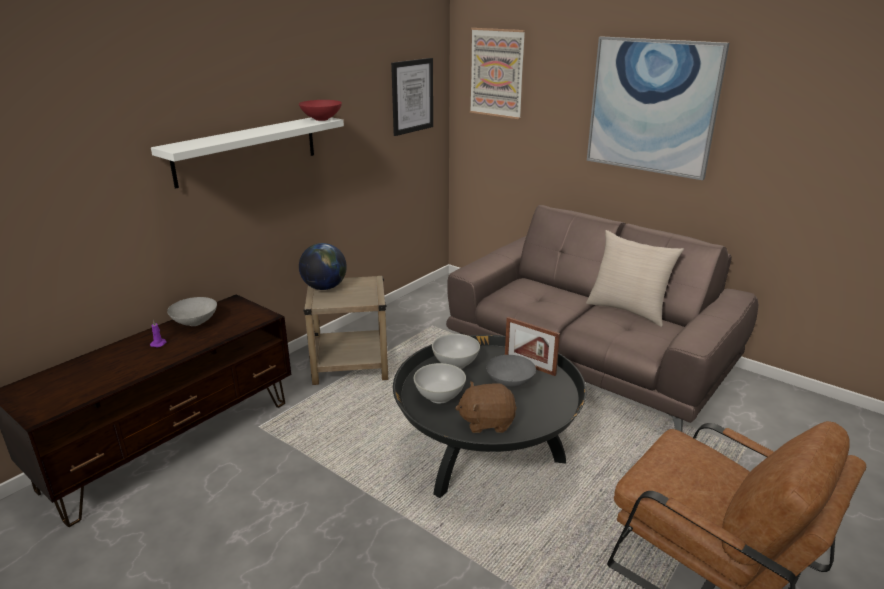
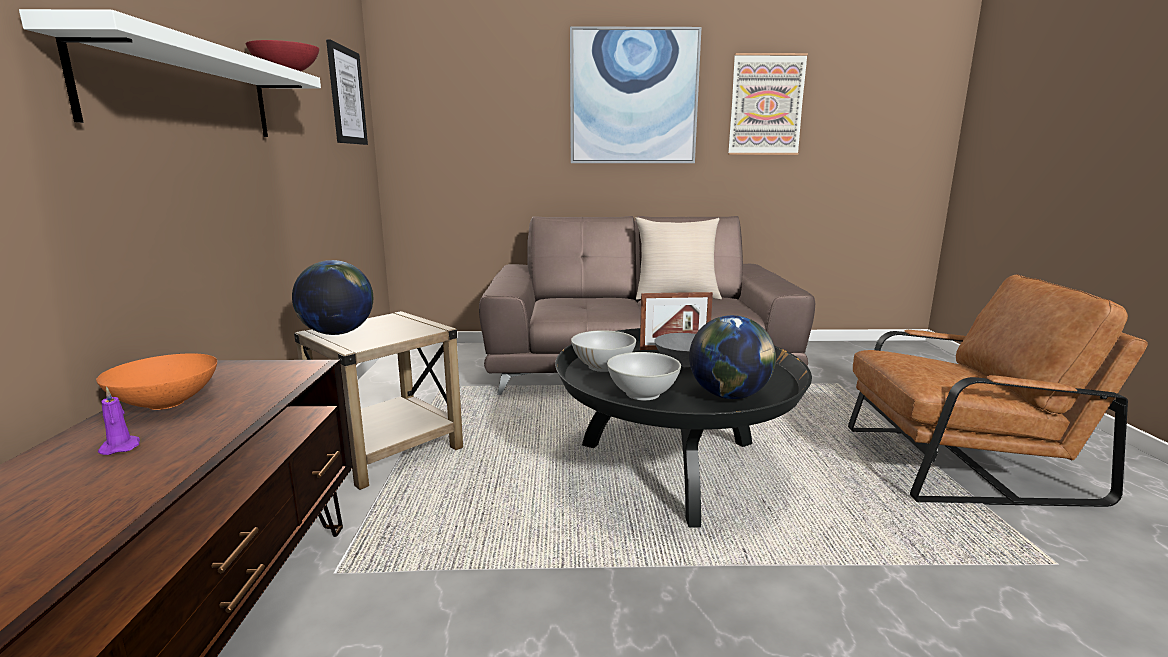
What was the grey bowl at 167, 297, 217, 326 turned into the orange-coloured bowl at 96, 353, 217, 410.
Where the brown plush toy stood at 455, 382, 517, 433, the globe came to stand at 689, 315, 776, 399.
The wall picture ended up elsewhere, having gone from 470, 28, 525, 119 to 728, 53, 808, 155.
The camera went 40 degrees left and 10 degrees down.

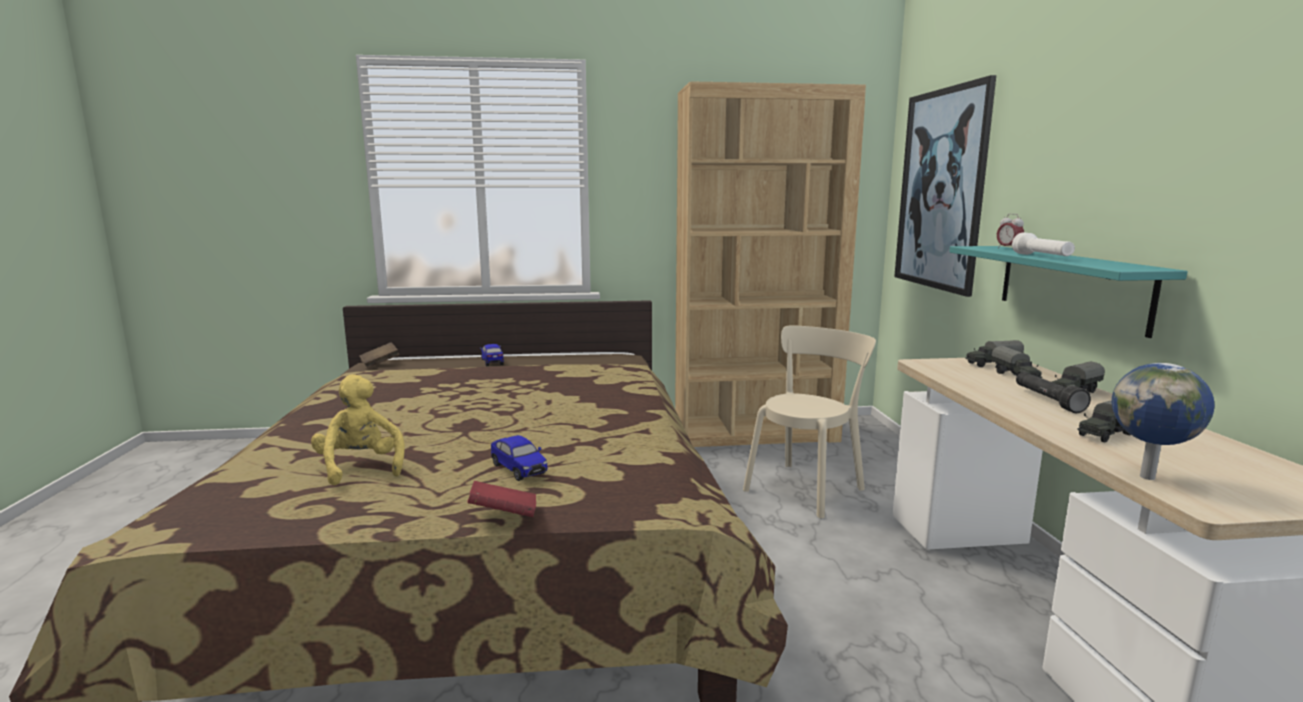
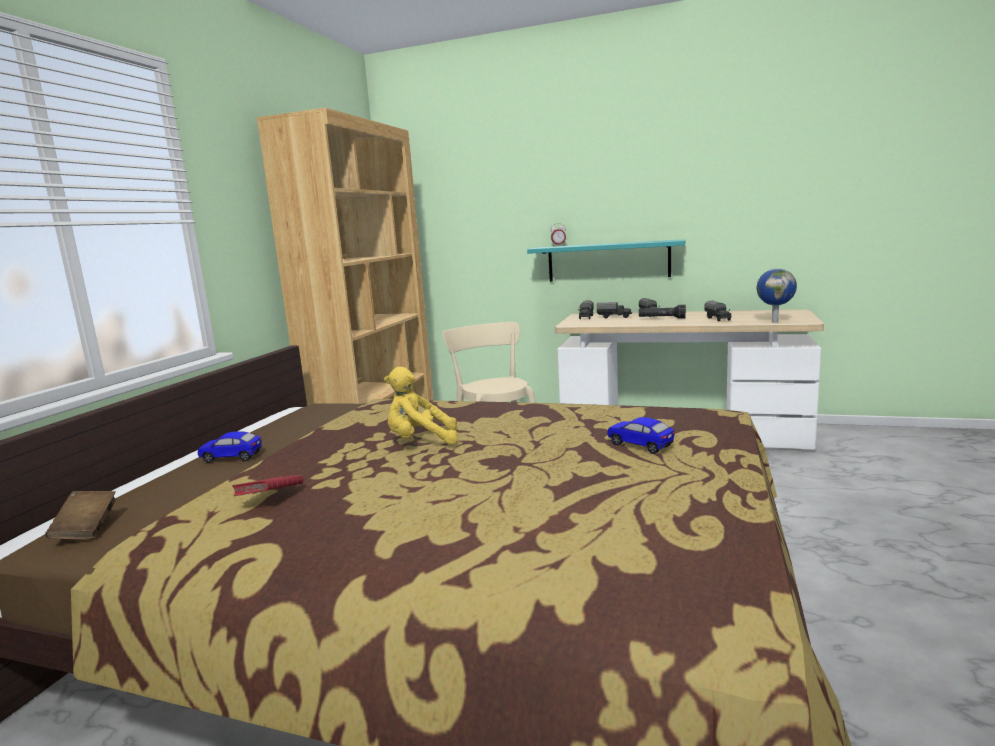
The red volume ended up elsewhere, having gone from 467, 481, 536, 517 to 232, 475, 303, 496.
The yellow-coloured plush toy ended up elsewhere, having gone from 311, 374, 405, 485 to 384, 367, 457, 445.
The miniature car at 491, 435, 548, 481 ended up facing another way, 120 degrees counterclockwise from before.
The second view lost the wall picture at 894, 75, 996, 297.
The second view lost the white-coloured flashlight at 1012, 232, 1075, 256.
The camera went 65 degrees left and 0 degrees up.

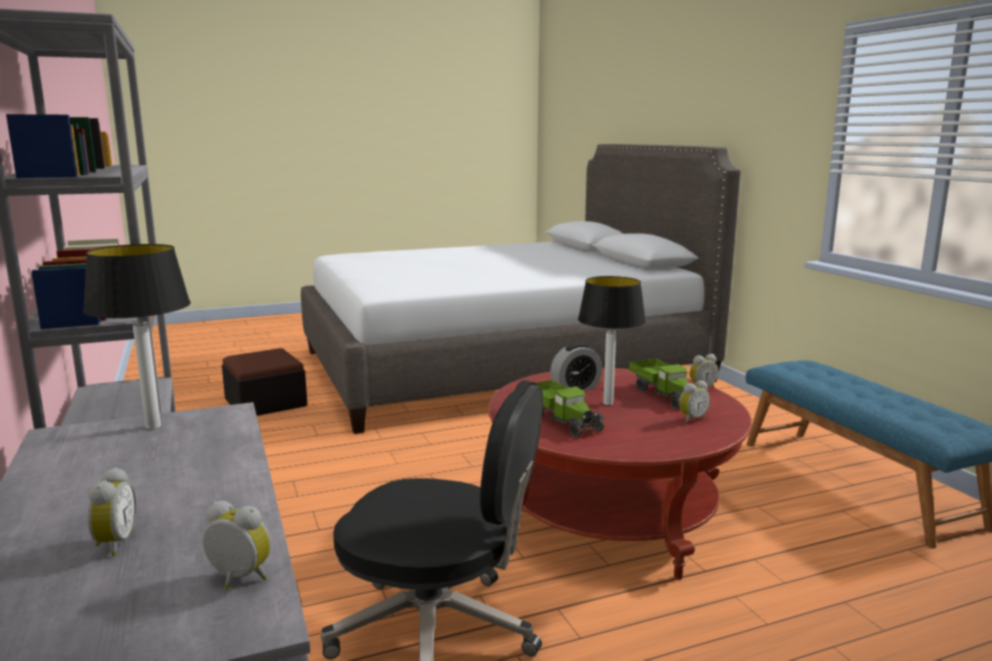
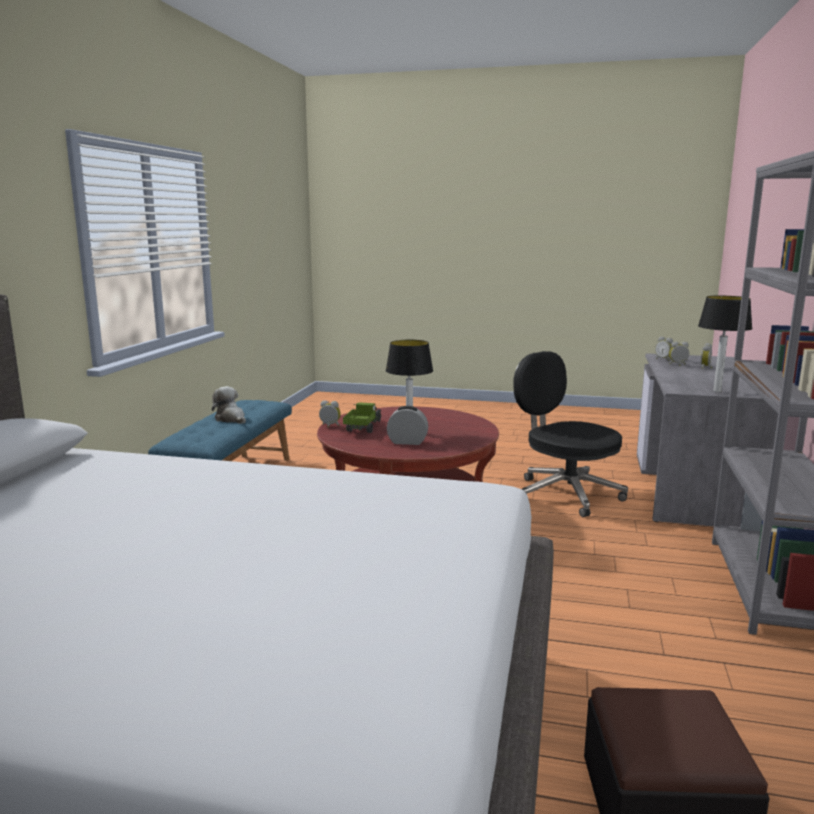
The second view gained the plush toy at 212, 386, 246, 424.
The alarm clock ended up elsewhere, having gone from 679, 380, 710, 423 to 669, 342, 689, 366.
The second view lost the model truck at 536, 380, 604, 438.
The camera went 145 degrees left and 0 degrees up.

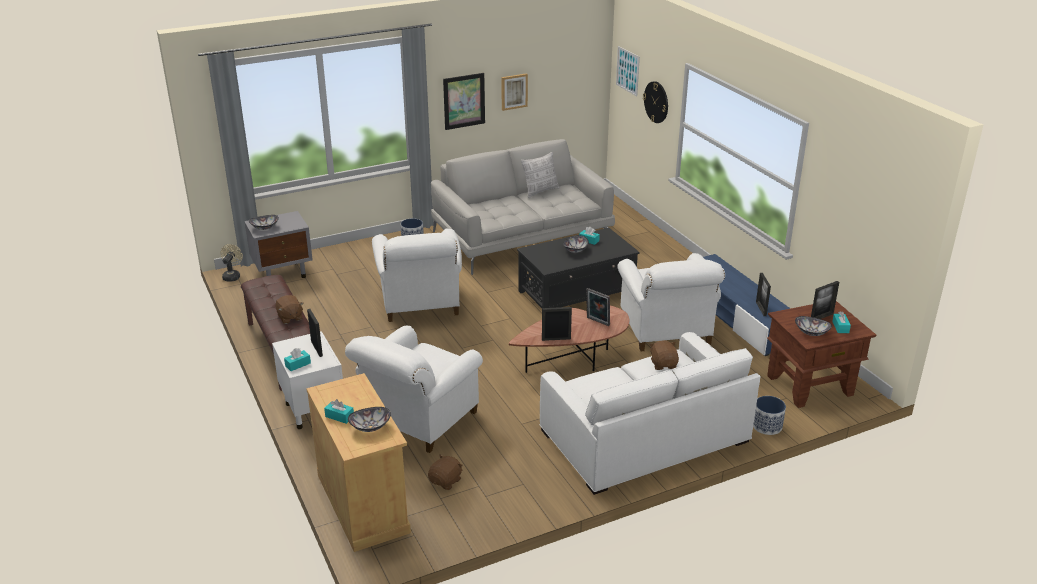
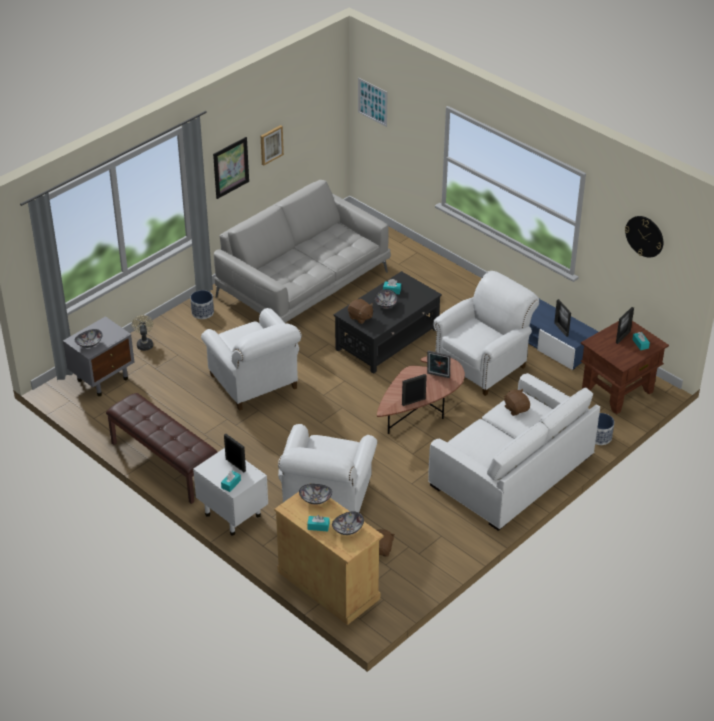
The sand-coloured cooling fan ended up elsewhere, having gone from 221, 244, 243, 282 to 132, 315, 153, 351.
The bowl ended up elsewhere, having gone from 795, 316, 832, 336 to 299, 484, 332, 505.
The brown plush toy ended up elsewhere, having gone from 276, 295, 303, 324 to 348, 299, 373, 324.
The white-coloured armchair at 617, 253, 725, 351 ended up facing another way, 105 degrees counterclockwise from before.
The wall clock ended up elsewhere, having gone from 643, 81, 668, 123 to 625, 216, 663, 258.
The second view lost the throw pillow at 521, 152, 560, 198.
The camera went 20 degrees left and 10 degrees up.

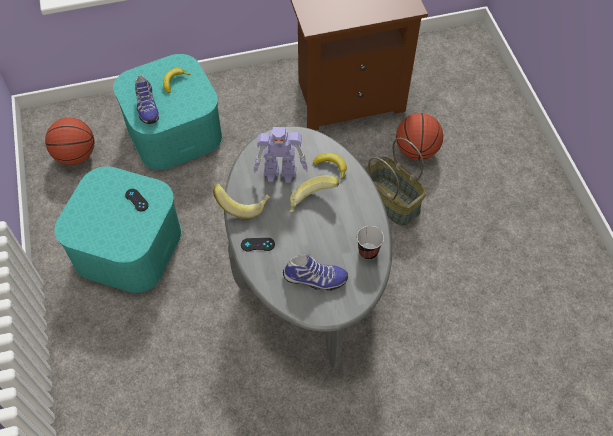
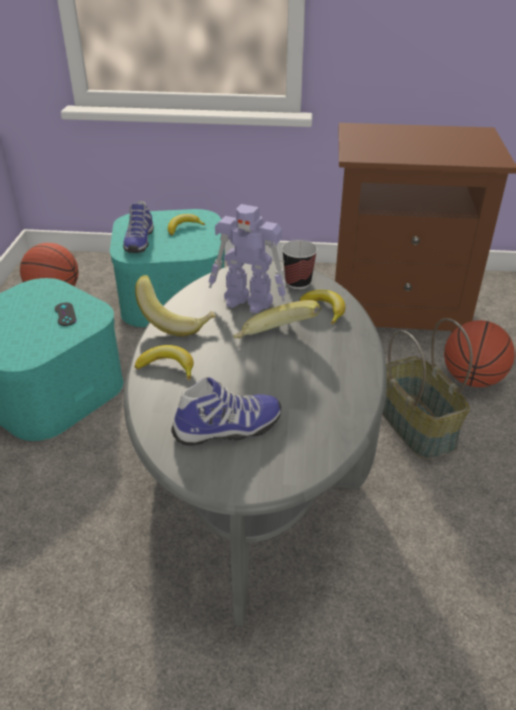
Where the black-coloured game controller stood at 241, 238, 275, 252, the banana came to stand at 135, 345, 194, 381.
The item of footwear at 283, 254, 348, 291 ended up facing another way, 45 degrees counterclockwise from before.
The drinking cup ended up elsewhere, having gone from 357, 226, 384, 260 to 282, 240, 318, 289.
The camera went 20 degrees right and 20 degrees down.

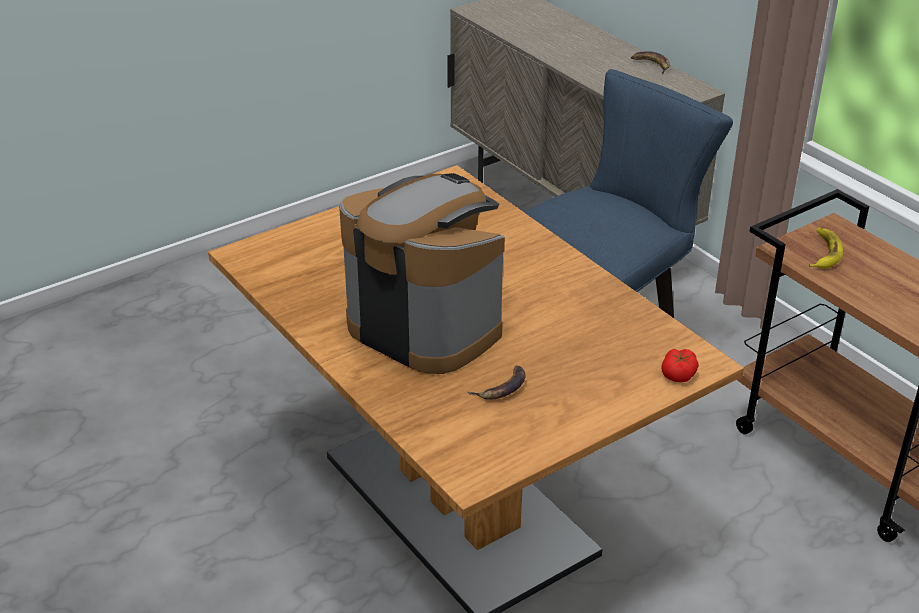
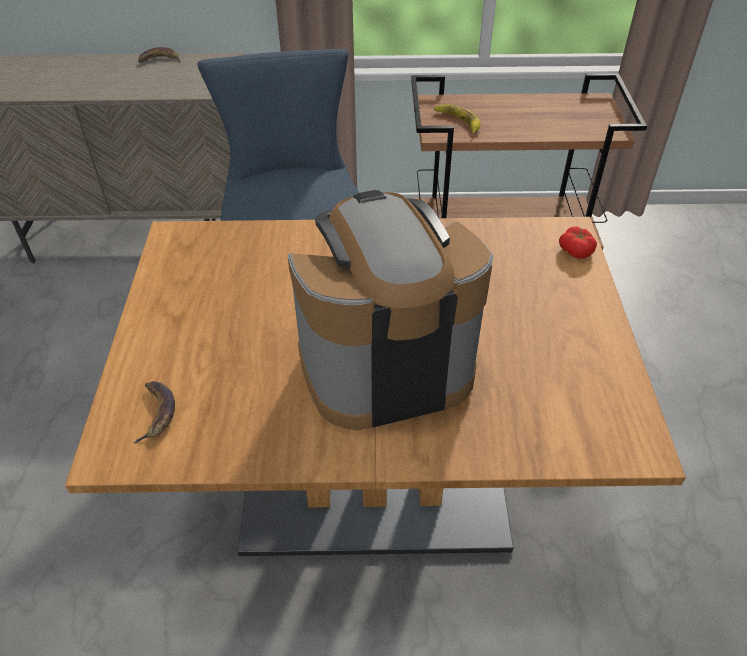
The banana ended up elsewhere, having gone from 468, 365, 526, 400 to 133, 381, 175, 443.
The camera went 55 degrees left and 10 degrees up.

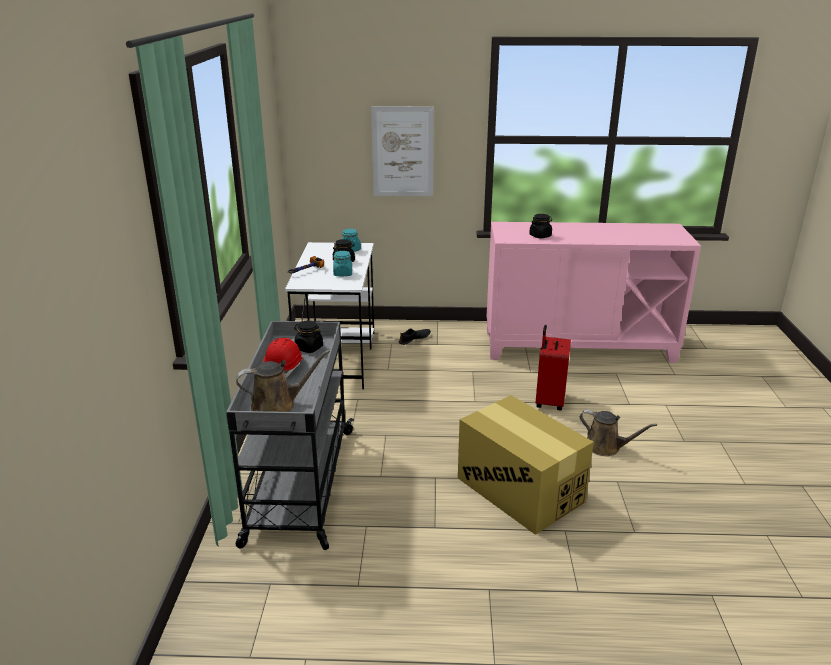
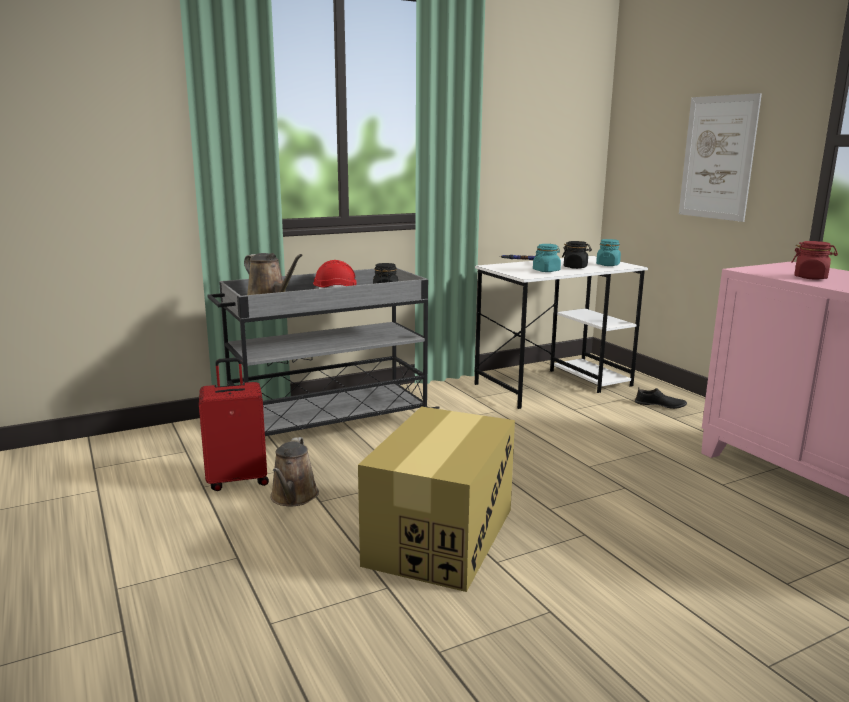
The red piece of luggage ended up elsewhere, having gone from 535, 325, 571, 410 to 199, 358, 269, 491.
The brown watering can ended up elsewhere, having gone from 580, 409, 657, 456 to 270, 437, 319, 506.
What was the black-coloured jar at 529, 214, 552, 238 turned into the red jar at 791, 241, 838, 279.
The camera went 60 degrees right and 10 degrees down.

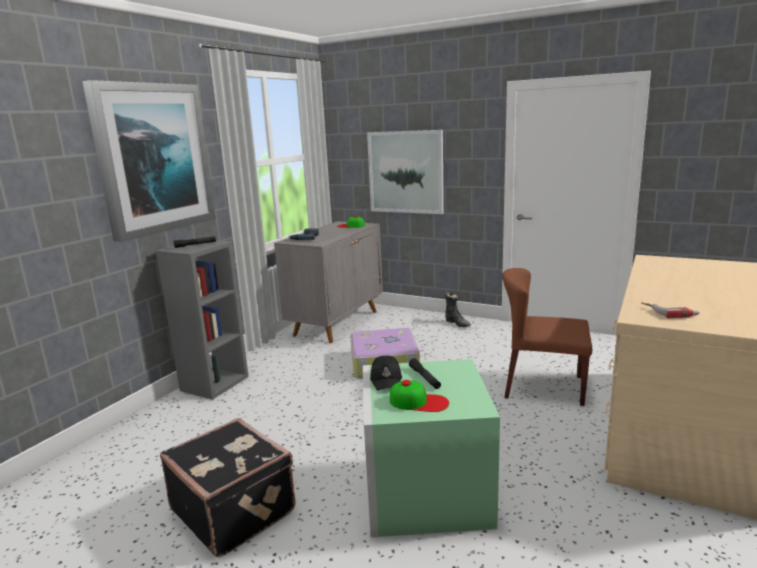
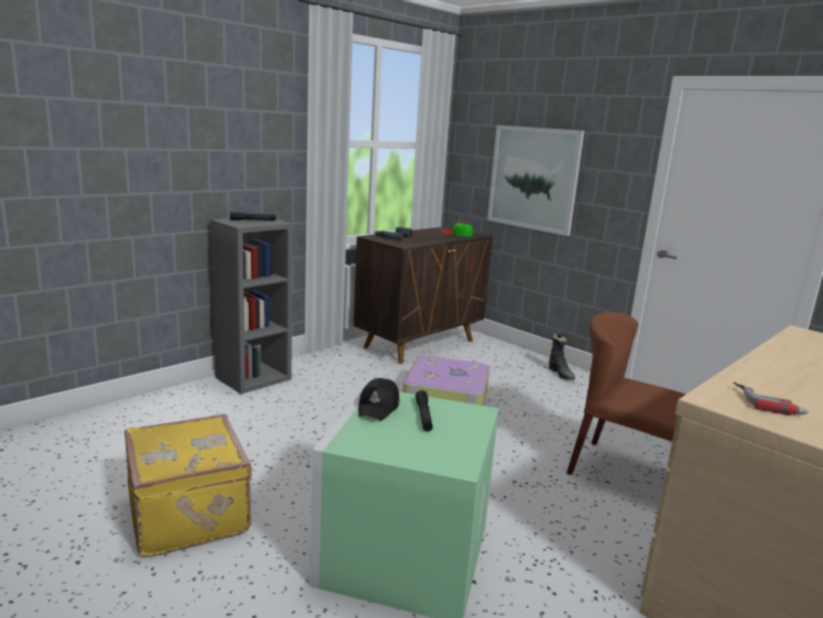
What was the black-coloured piece of luggage at 160, 418, 295, 558 turned into the yellow-coloured piece of luggage at 124, 414, 252, 558.
What was the grey storage cabinet at 274, 221, 383, 343 turned into the brown storage cabinet at 353, 226, 493, 364.
The second view lost the wall picture at 82, 80, 216, 242.
The second view lost the cap at 390, 380, 449, 412.
The camera went 15 degrees right and 0 degrees up.

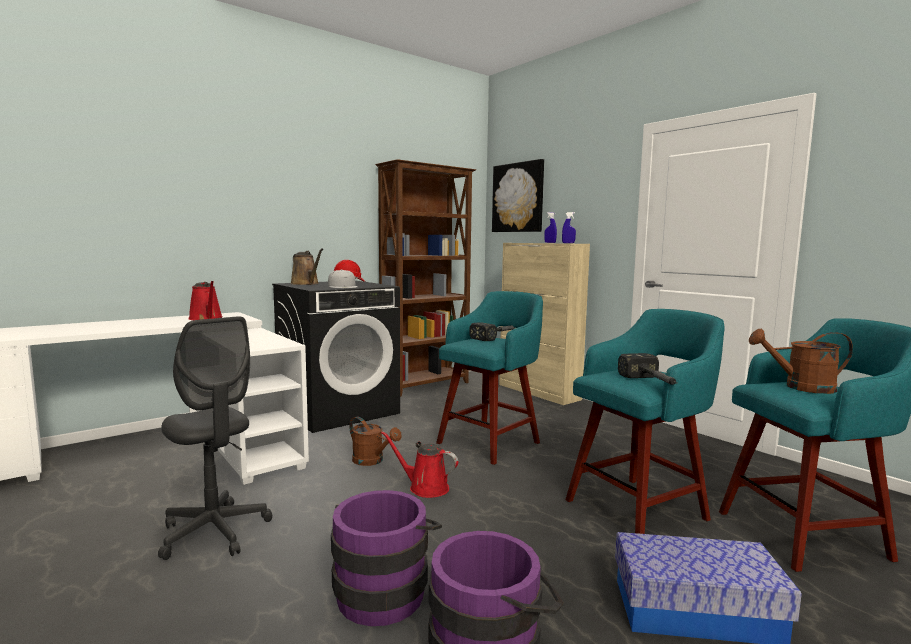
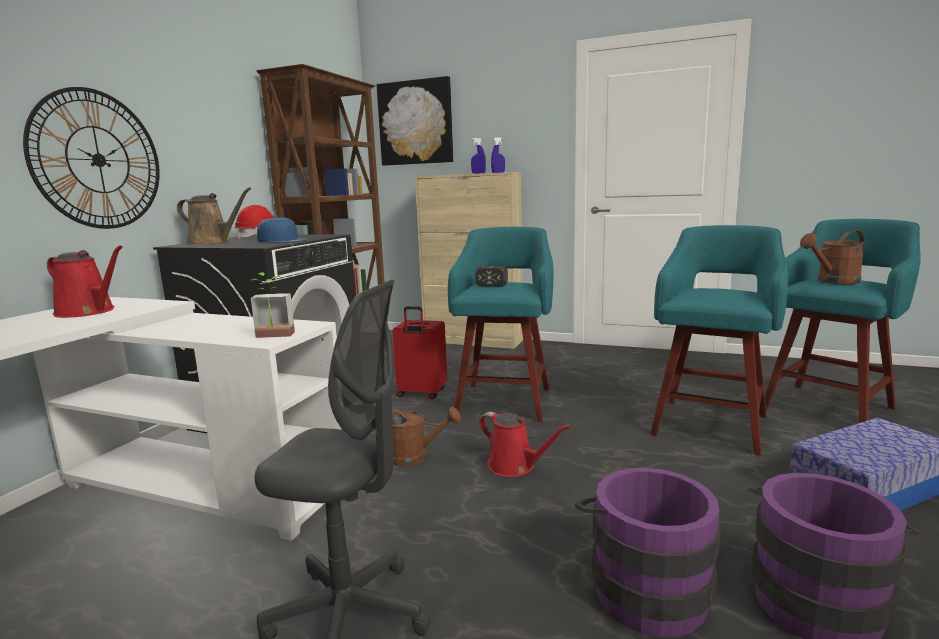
The second view gained the wall clock at 23, 87, 160, 229.
The second view gained the potted plant at 250, 272, 295, 338.
What was the white-coloured cap at 328, 270, 358, 288 turned into the bluish cap at 257, 217, 308, 243.
The second view gained the red piece of luggage at 393, 306, 447, 399.
The red watering can at 381, 431, 458, 498 ended up facing another way, 135 degrees counterclockwise from before.
The second view lost the hammer at 618, 353, 678, 385.
The camera went 30 degrees left and 5 degrees up.

